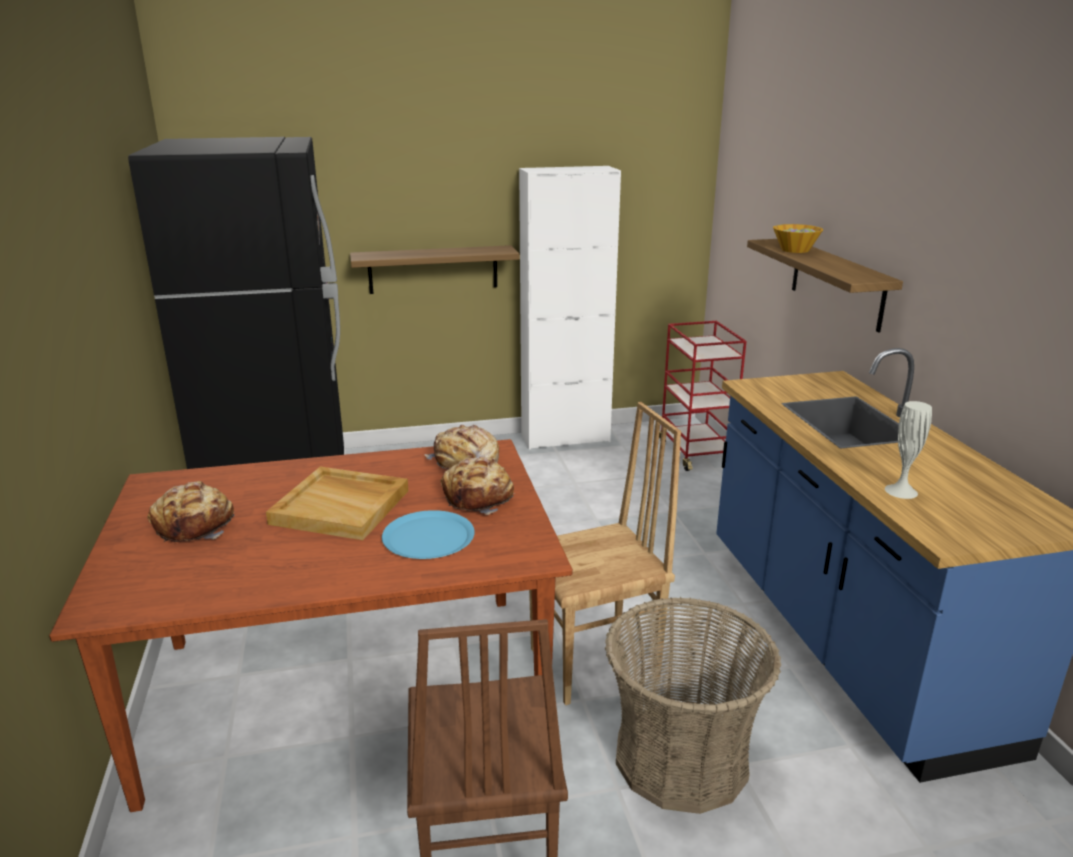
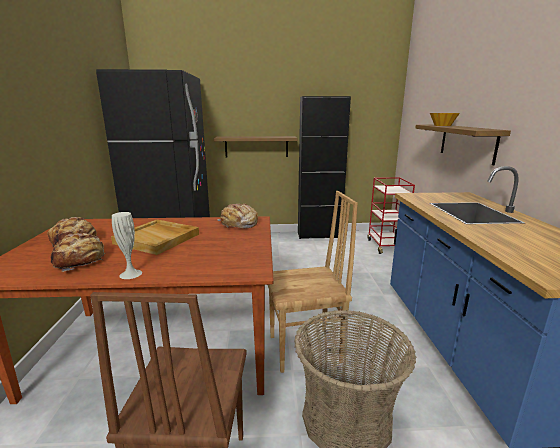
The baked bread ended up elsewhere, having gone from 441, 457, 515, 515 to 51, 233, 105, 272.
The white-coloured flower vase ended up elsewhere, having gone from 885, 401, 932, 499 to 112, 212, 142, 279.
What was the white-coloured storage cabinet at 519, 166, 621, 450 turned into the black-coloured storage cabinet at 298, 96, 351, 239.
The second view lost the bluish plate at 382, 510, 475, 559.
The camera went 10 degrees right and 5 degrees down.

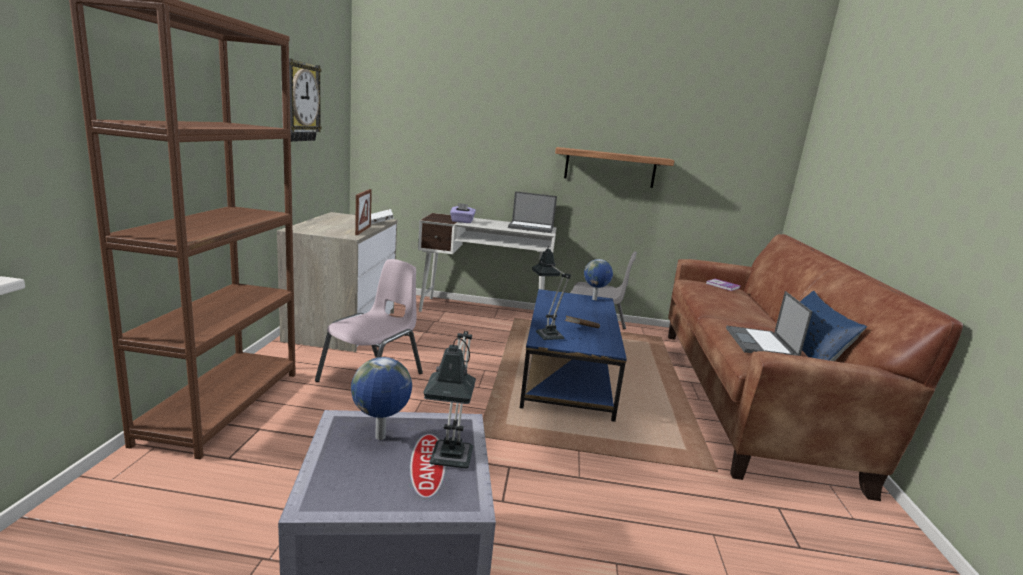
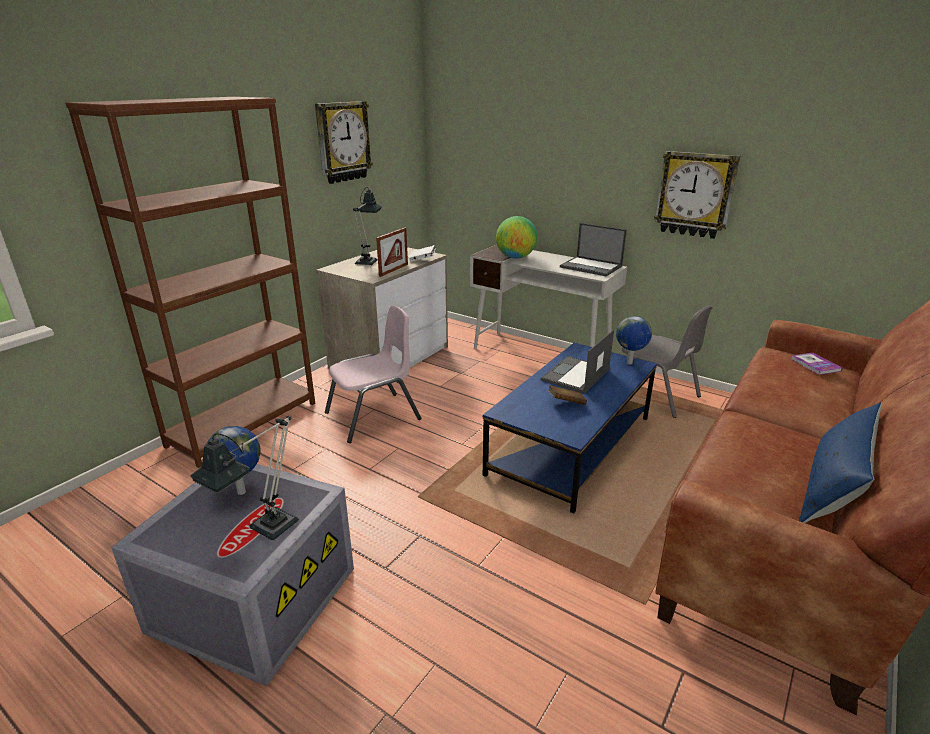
The table lamp ended up elsewhere, having gone from 532, 246, 571, 340 to 353, 187, 381, 265.
Where the purple tissue box stood at 450, 203, 476, 223, the globe came to stand at 496, 216, 537, 258.
The notebook computer ended up elsewhere, having gone from 726, 291, 812, 356 to 541, 330, 614, 394.
Where the bracket shelf hung at 555, 147, 675, 188, the wall clock came to hang at 654, 151, 740, 239.
The camera went 30 degrees right and 10 degrees up.

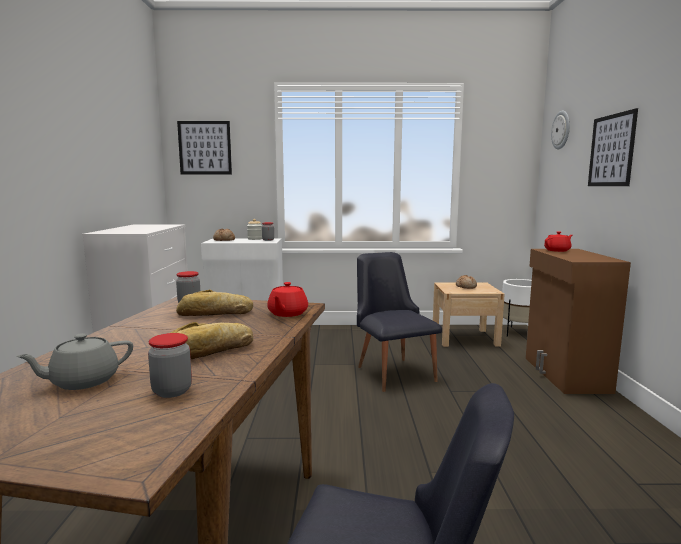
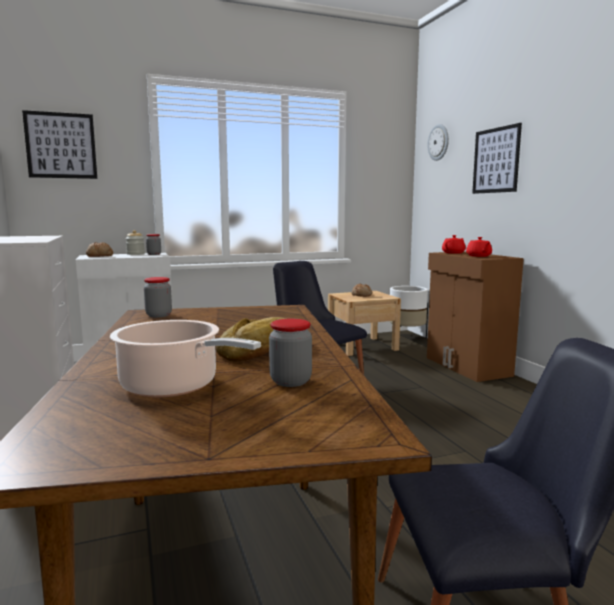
Where the grey pot for tea stood at 16, 333, 133, 390, the stockpot came to stand at 110, 320, 261, 397.
The red pot for tea ended up elsewhere, having gone from 267, 282, 308, 317 to 466, 237, 492, 257.
The second view lost the baked bread at 176, 290, 253, 316.
The camera went 20 degrees left and 0 degrees up.

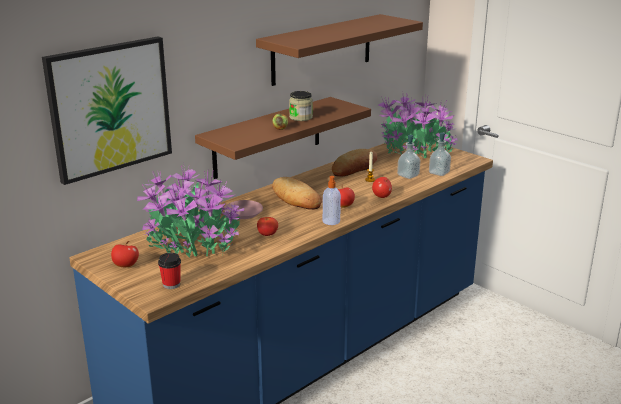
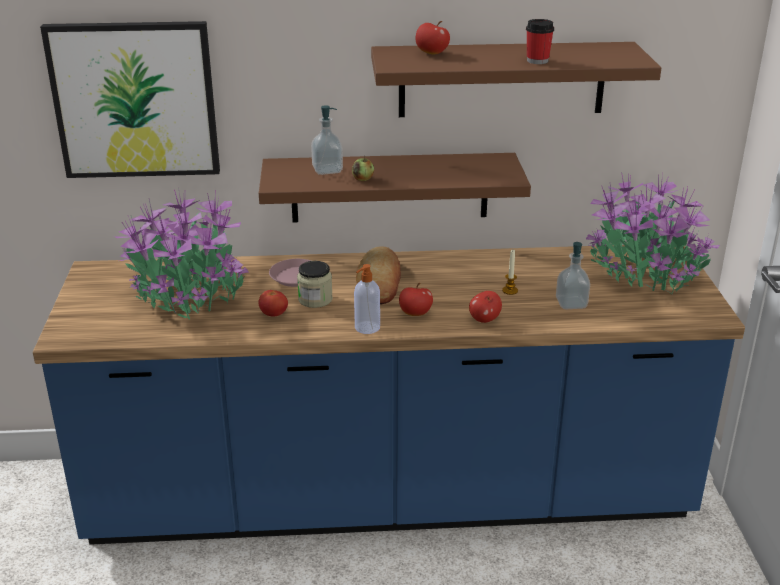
The jar ended up elsewhere, having gone from 289, 91, 313, 121 to 297, 261, 333, 308.
The soap bottle ended up elsewhere, having gone from 429, 132, 451, 176 to 311, 105, 343, 175.
The apple fruit ended up elsewhere, having gone from 111, 241, 139, 267 to 416, 21, 450, 55.
The drinking cup ended up elsewhere, having gone from 158, 253, 181, 289 to 526, 19, 554, 64.
The second view lost the baked bread at 332, 149, 377, 176.
The camera went 40 degrees right and 5 degrees up.

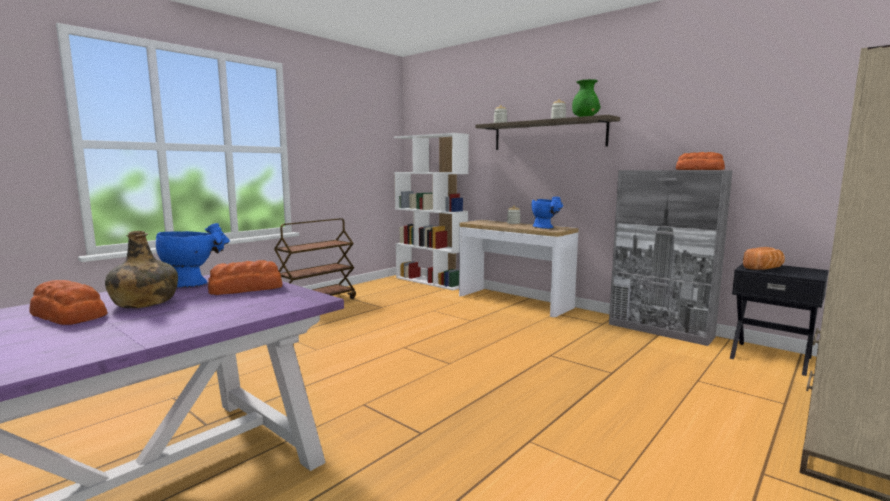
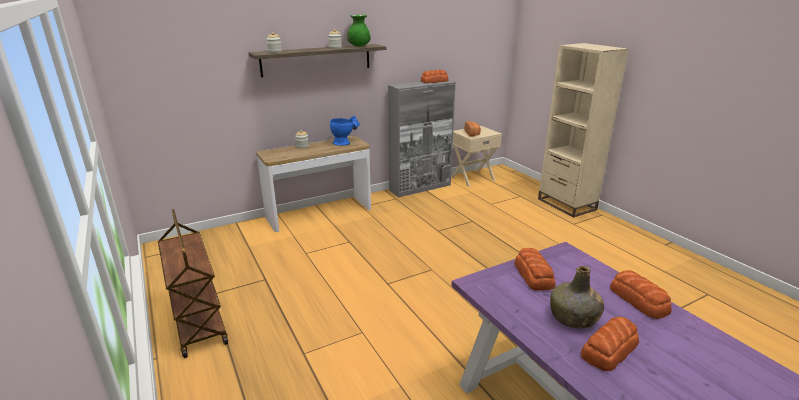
What was the black-coloured night table at 730, 264, 829, 376 turned into the sand-coloured night table at 451, 126, 502, 187.
The second view gained the baked bread at 610, 270, 672, 319.
The second view lost the bluish flower vase at 156, 223, 230, 287.
The second view lost the white-coloured shelving unit at 394, 133, 469, 290.
The camera went 70 degrees left and 15 degrees up.

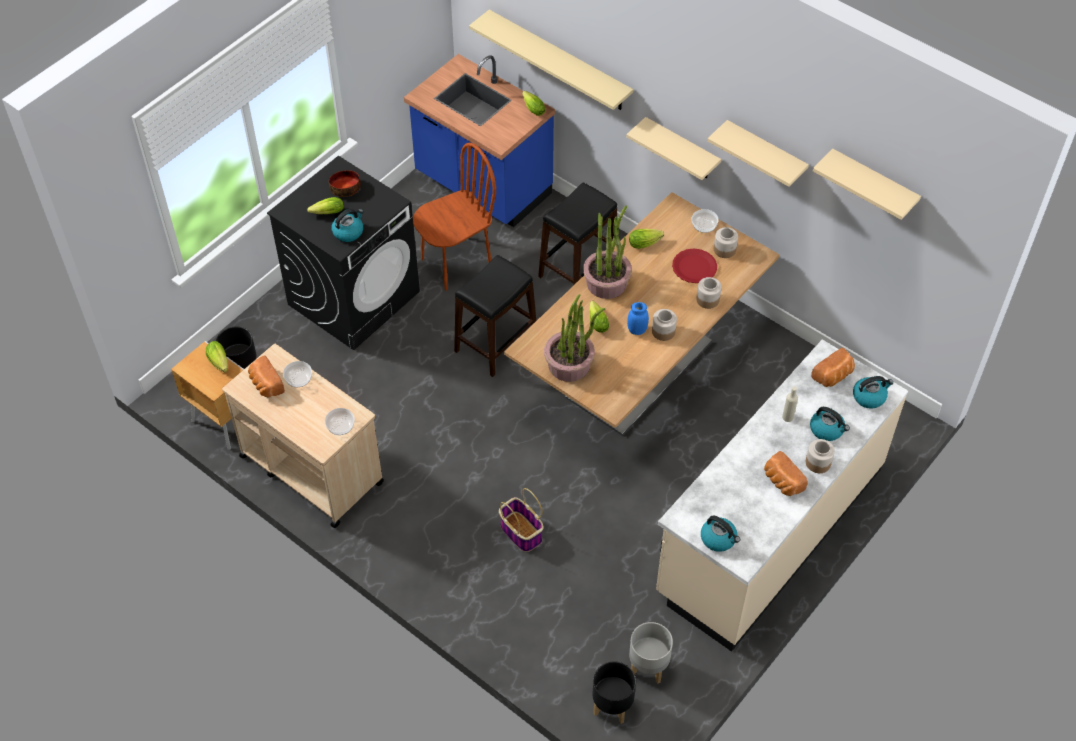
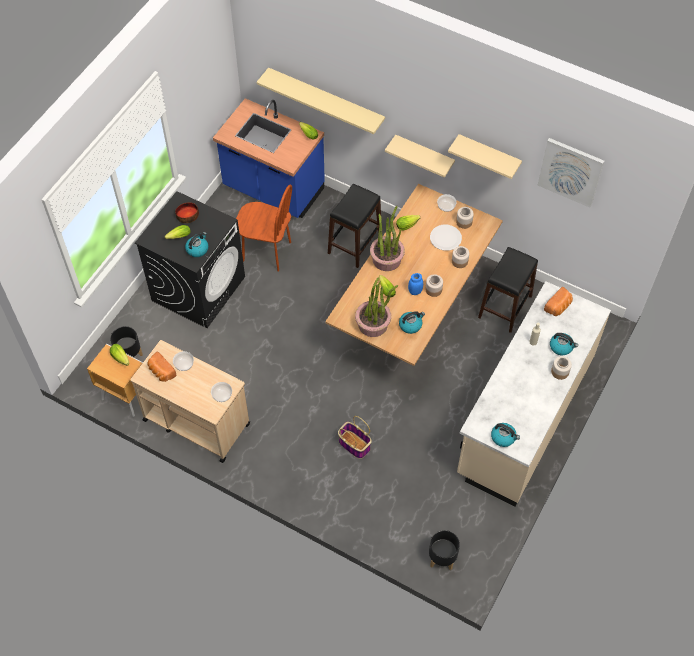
The brown chair at 413, 143, 496, 291 ended up facing another way, 60 degrees clockwise from before.
The kettle ended up elsewhere, having gone from 853, 376, 893, 409 to 399, 311, 425, 334.
What was the red plate at 672, 249, 717, 283 turned into the white-coloured plate at 430, 225, 462, 251.
The black-coloured stool ended up elsewhere, having gone from 454, 255, 536, 377 to 478, 247, 538, 333.
Where the sand-coloured bracket shelf hung at 813, 149, 921, 220, the wall picture came to hang at 538, 138, 604, 208.
The second view lost the grey planter at 629, 622, 673, 684.
The second view lost the baked bread at 764, 451, 808, 496.
The camera went 10 degrees left and 5 degrees up.

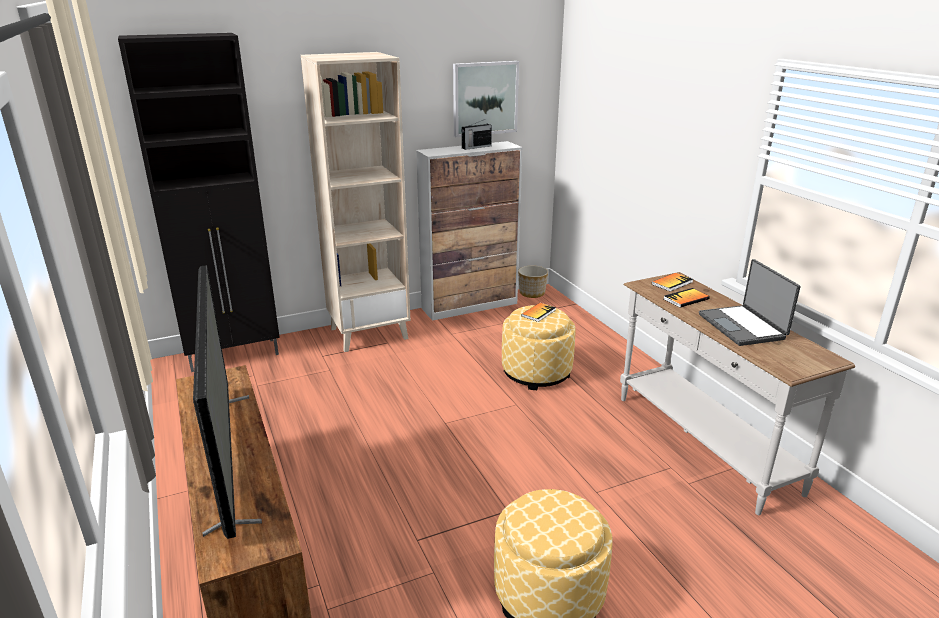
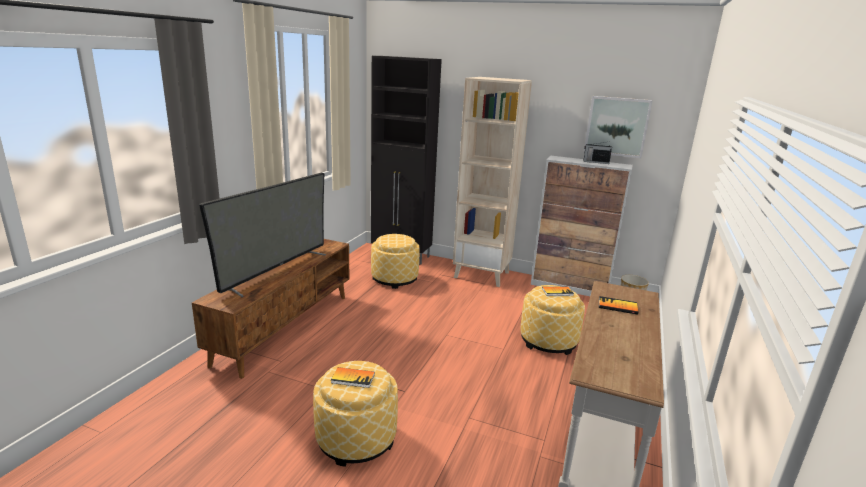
The volume ended up elsewhere, having gone from 652, 273, 693, 291 to 331, 367, 375, 388.
The second view gained the pouffe at 371, 234, 420, 289.
The second view lost the notebook computer at 699, 259, 800, 346.
The camera went 45 degrees right and 5 degrees down.

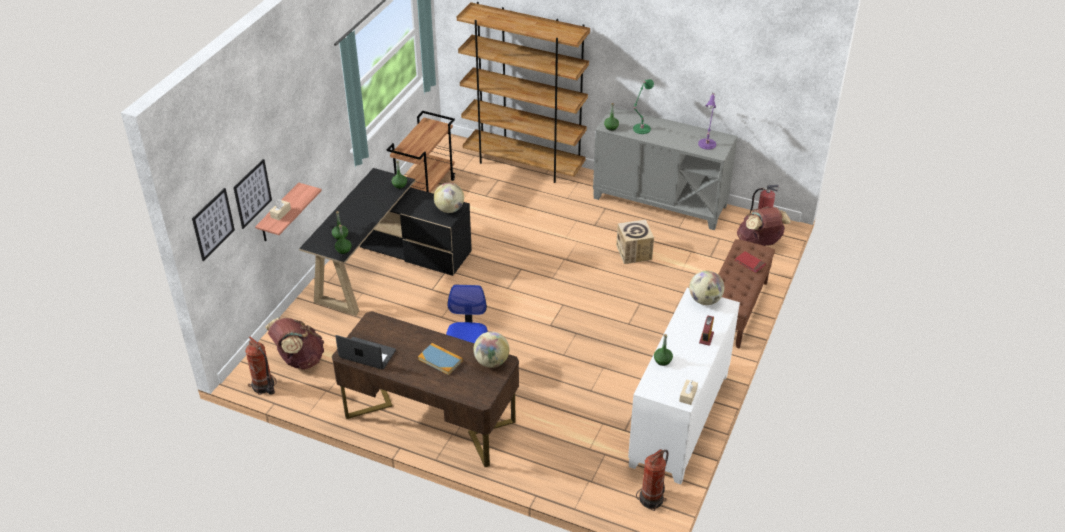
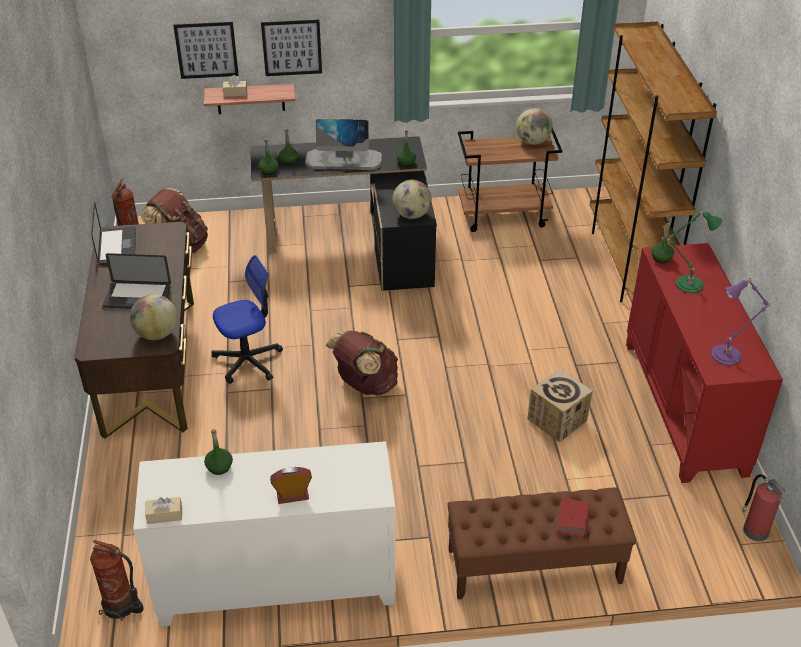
Where the volume stood at 418, 343, 463, 375, the notebook computer came to stand at 103, 253, 171, 309.
The wall picture ended up elsewhere, having gone from 192, 188, 235, 261 to 261, 20, 322, 76.
The second view gained the computer display at 306, 118, 382, 170.
The brown knapsack ended up elsewhere, having gone from 737, 206, 791, 246 to 325, 330, 398, 396.
The globe ended up elsewhere, having gone from 689, 271, 724, 305 to 516, 108, 553, 145.
What was the grey storage cabinet at 593, 107, 738, 230 turned into the red storage cabinet at 626, 243, 783, 483.
The camera went 60 degrees right and 0 degrees up.

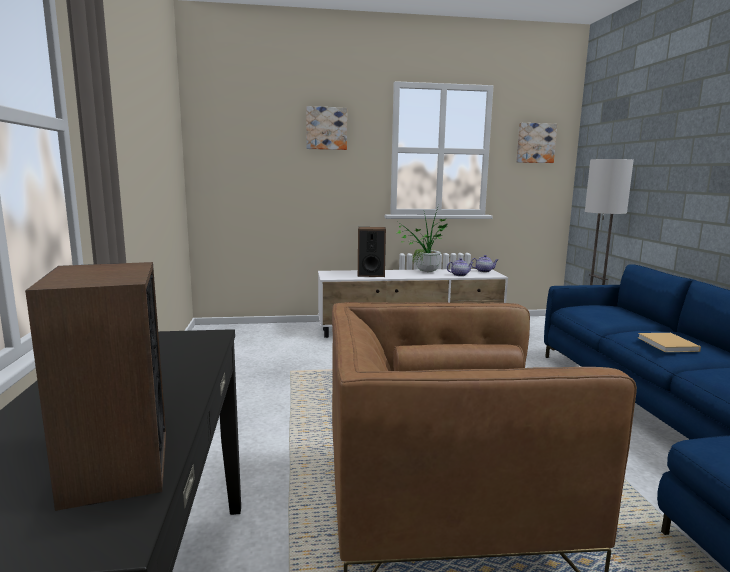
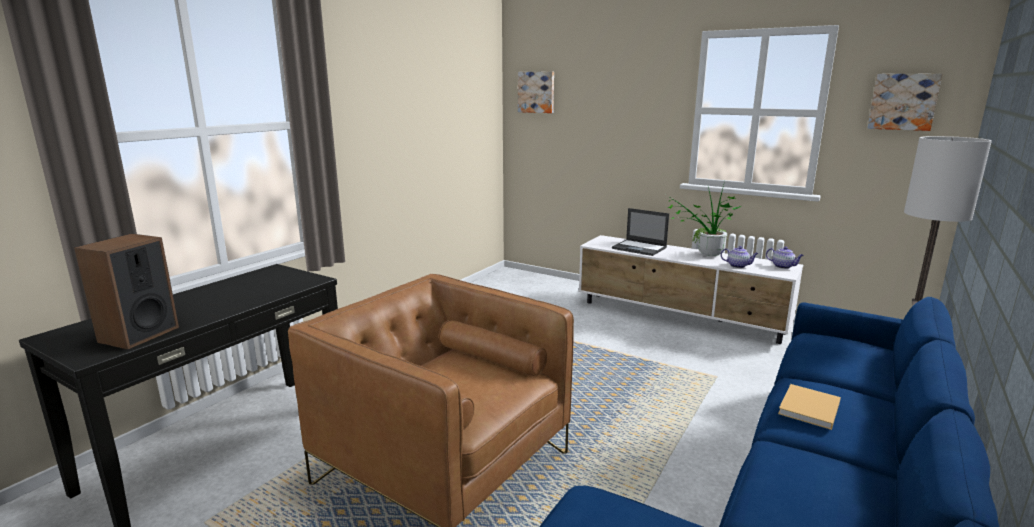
The wall picture ended up elsewhere, having gone from 306, 106, 347, 150 to 518, 71, 554, 113.
Where the loudspeaker stood at 358, 227, 386, 277, the notebook computer came to stand at 612, 208, 669, 256.
The camera went 40 degrees right and 5 degrees up.

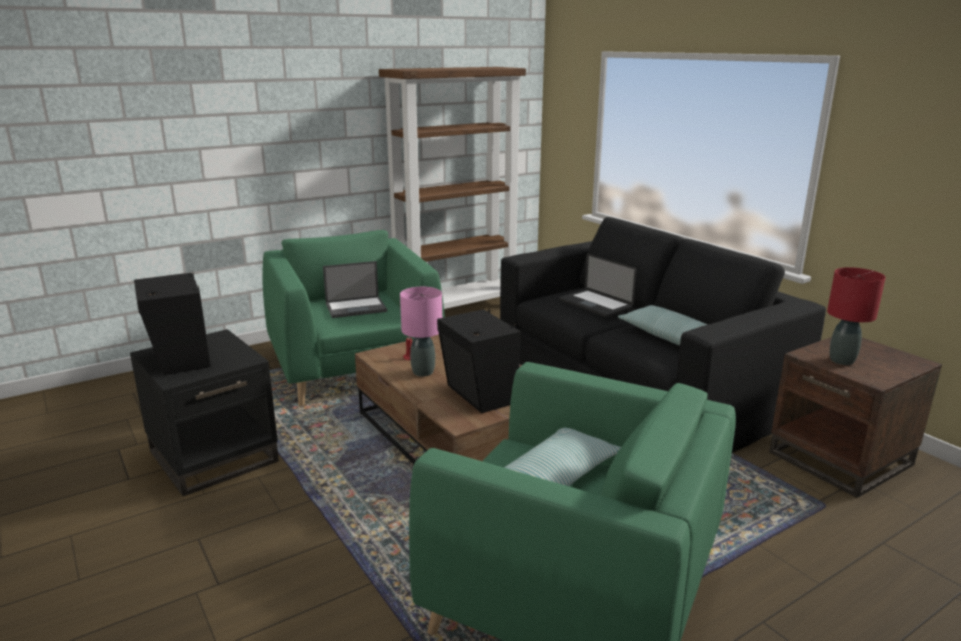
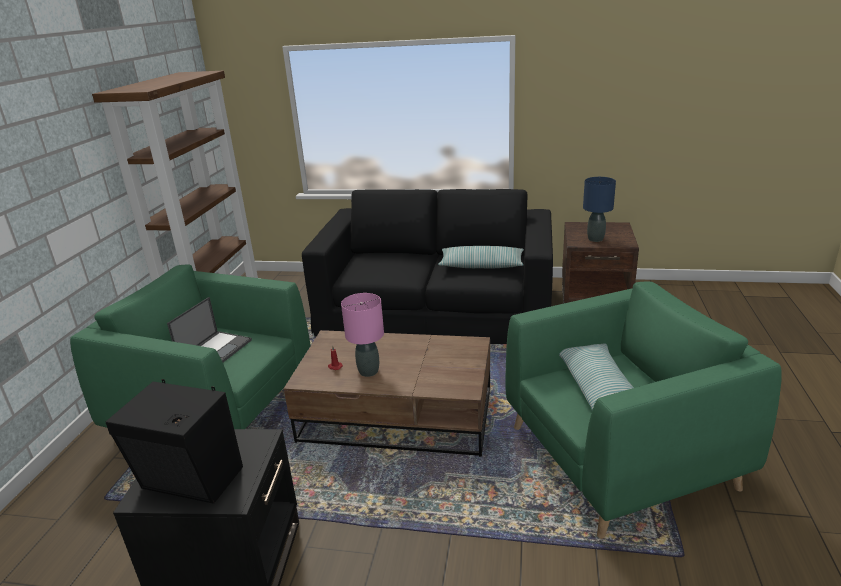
What was the red table lamp at 827, 267, 886, 365 turned into the bluish table lamp at 583, 177, 616, 242.
The second view lost the black-coloured loudspeaker at 437, 309, 520, 413.
The second view lost the notebook computer at 559, 254, 637, 317.
The camera went 45 degrees left and 5 degrees up.

